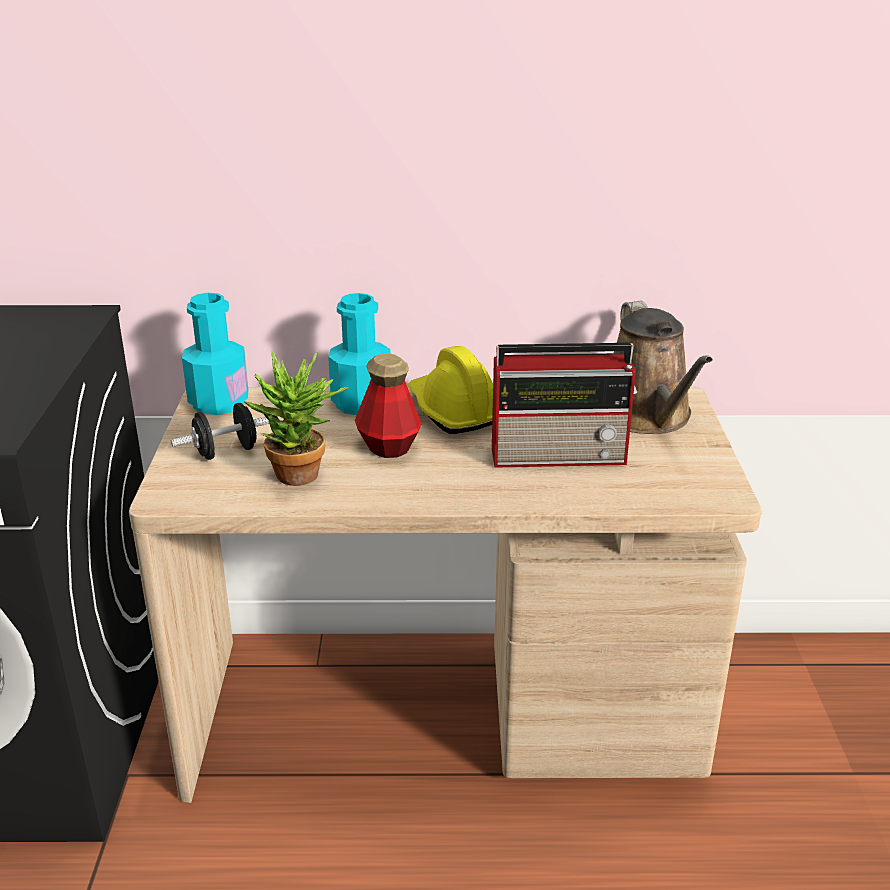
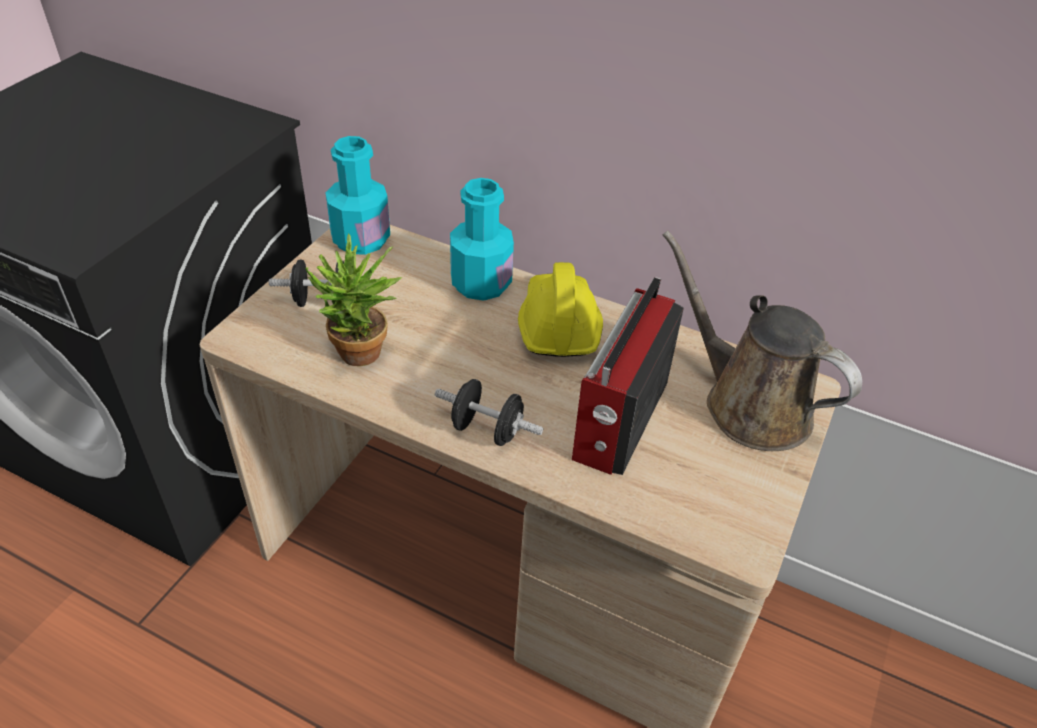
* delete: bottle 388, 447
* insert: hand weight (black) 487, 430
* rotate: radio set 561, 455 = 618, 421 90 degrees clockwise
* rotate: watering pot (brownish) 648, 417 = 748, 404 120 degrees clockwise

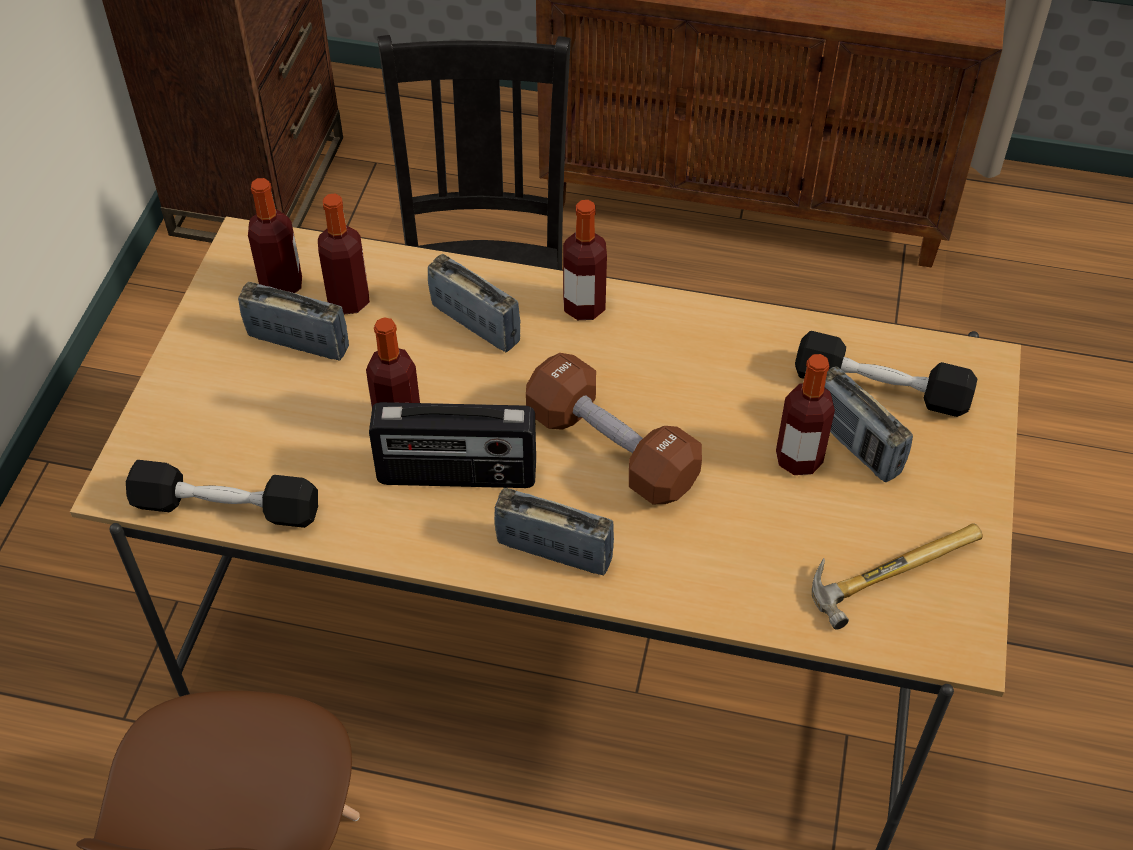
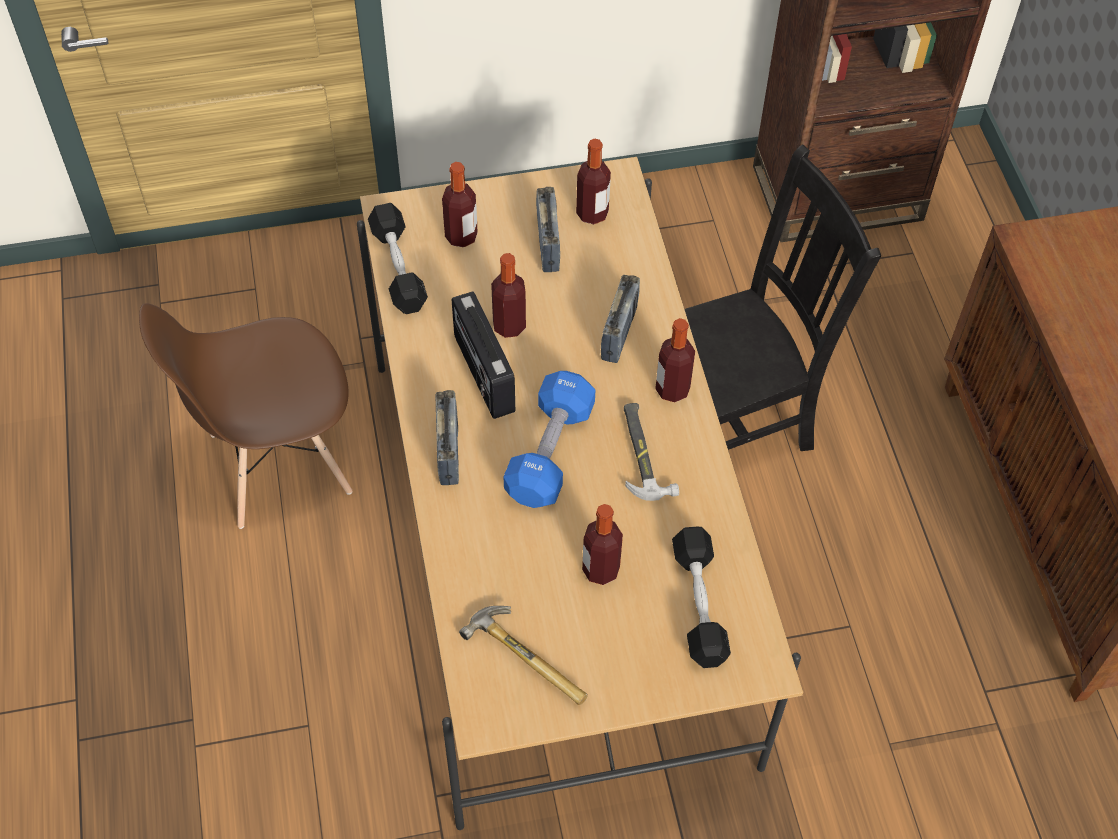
* delete: radio set 855, 445
* insert: hand hammer 643, 453
* move: bottle 349, 301 to 461, 236
* recolor: hand weight (brownish) 611, 449 to hand weight (blue) 550, 452

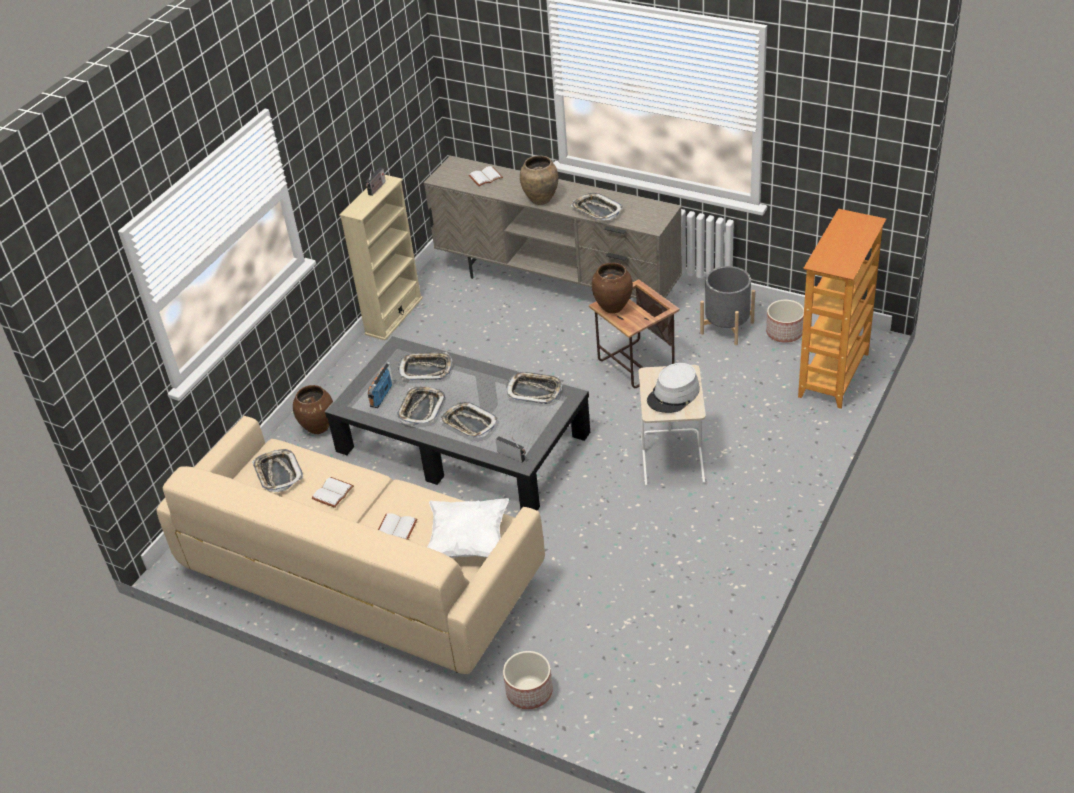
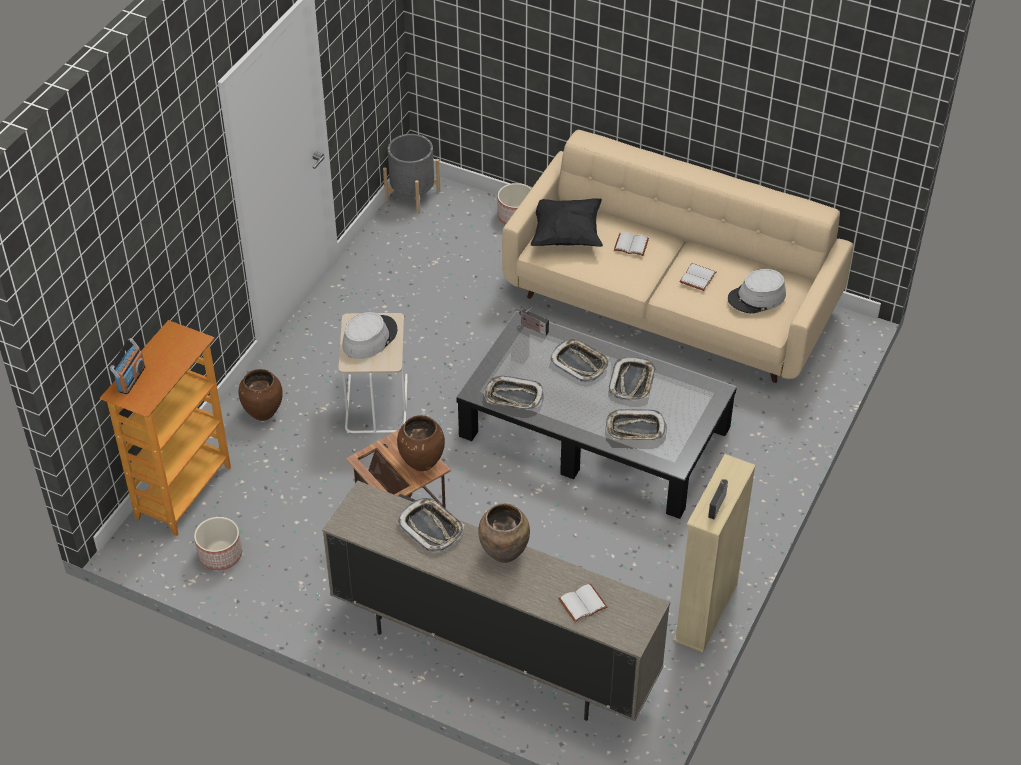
* move: flower vase (brownish) 319, 428 to 262, 413
* move: radio set 381, 396 to 131, 379
* move: flower pot (greyish) 727, 328 to 412, 195
* replace: serving tray 278, 473 to wearable hat (greyish) 757, 297
* recolor: pillow (whitish) 468, 542 to pillow (black) 566, 234

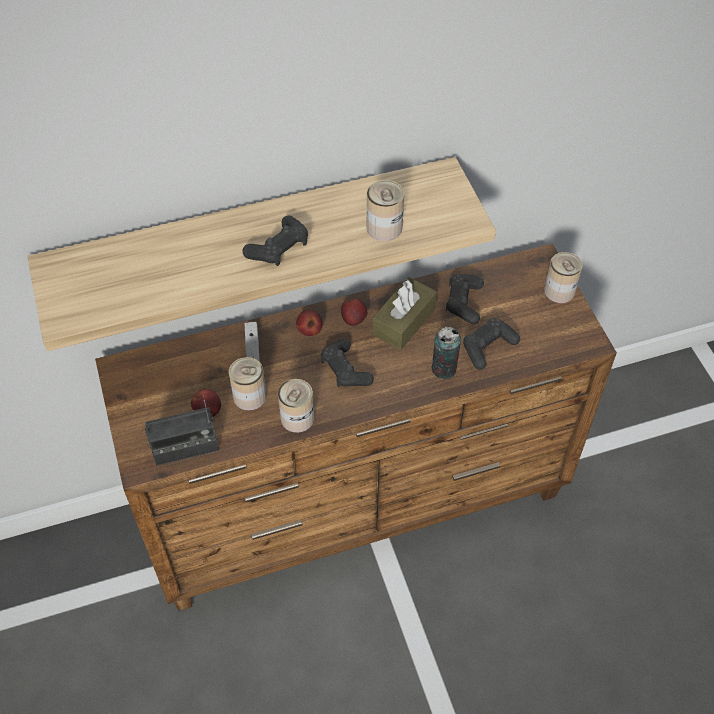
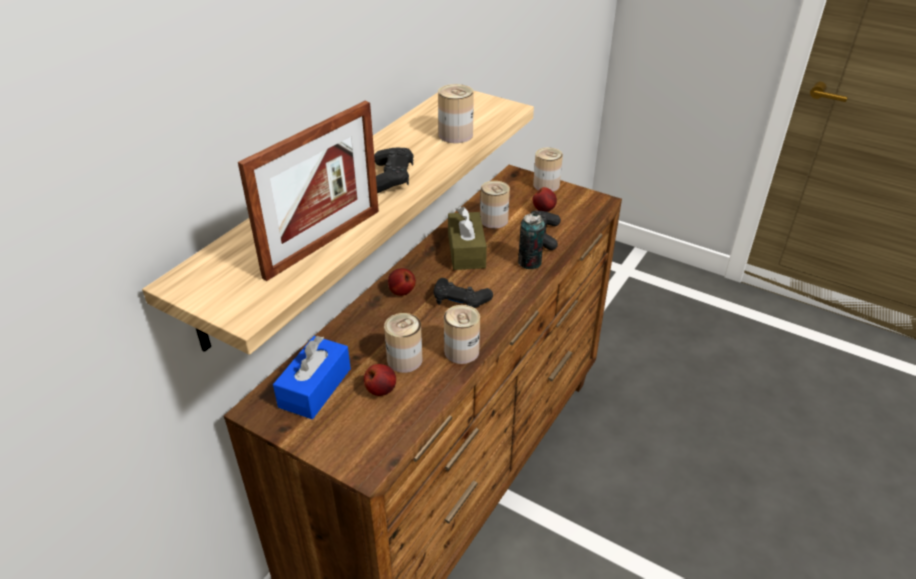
* delete: radio set 185, 448
* delete: game controller (whitish) 252, 349
* insert: picture frame 323, 243
* insert: tissue holder (blue) 315, 387
* move: apple 354, 320 to 544, 210
* replace: game controller (black) 464, 303 to metal can 494, 220

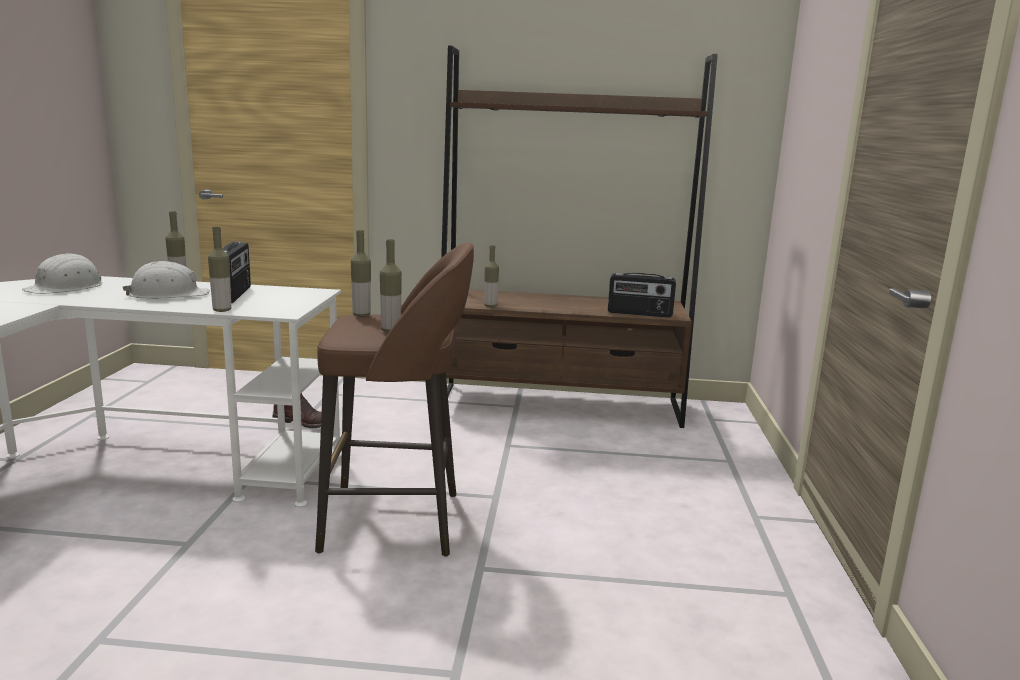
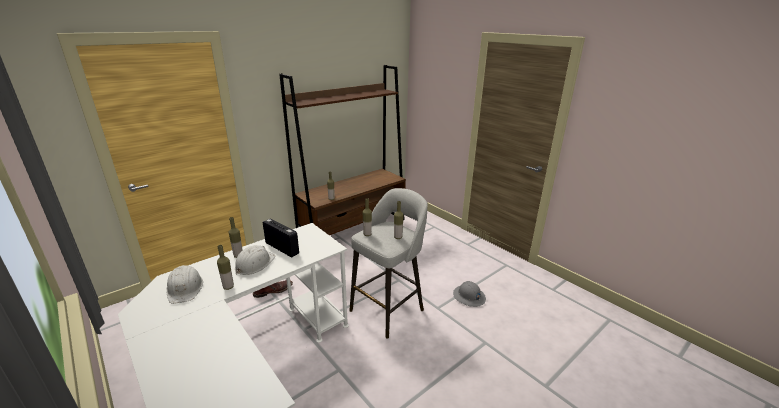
* delete: radio set 639, 313
* insert: work helmet (greyish) 469, 297
* move: bottle 222, 310 to 228, 287
* recolor: sitting stool (brownish) 396, 522 to sitting stool (greyish) 388, 309

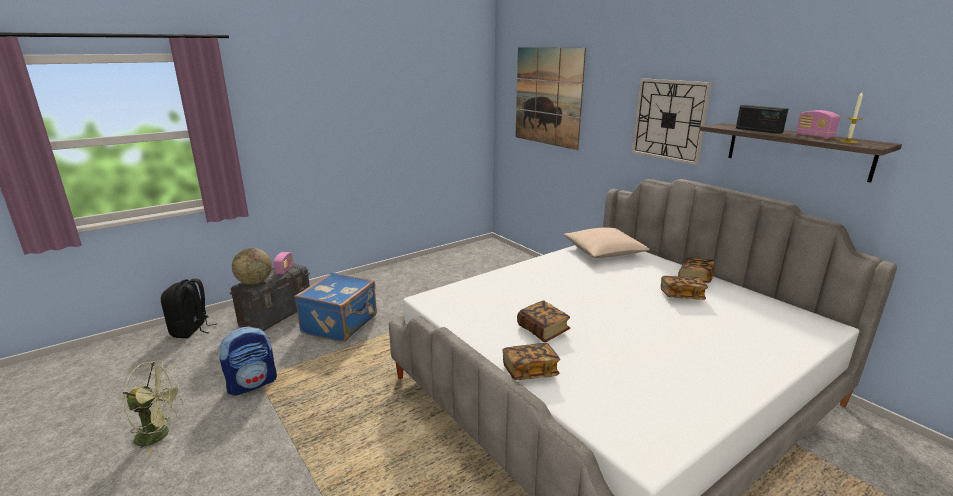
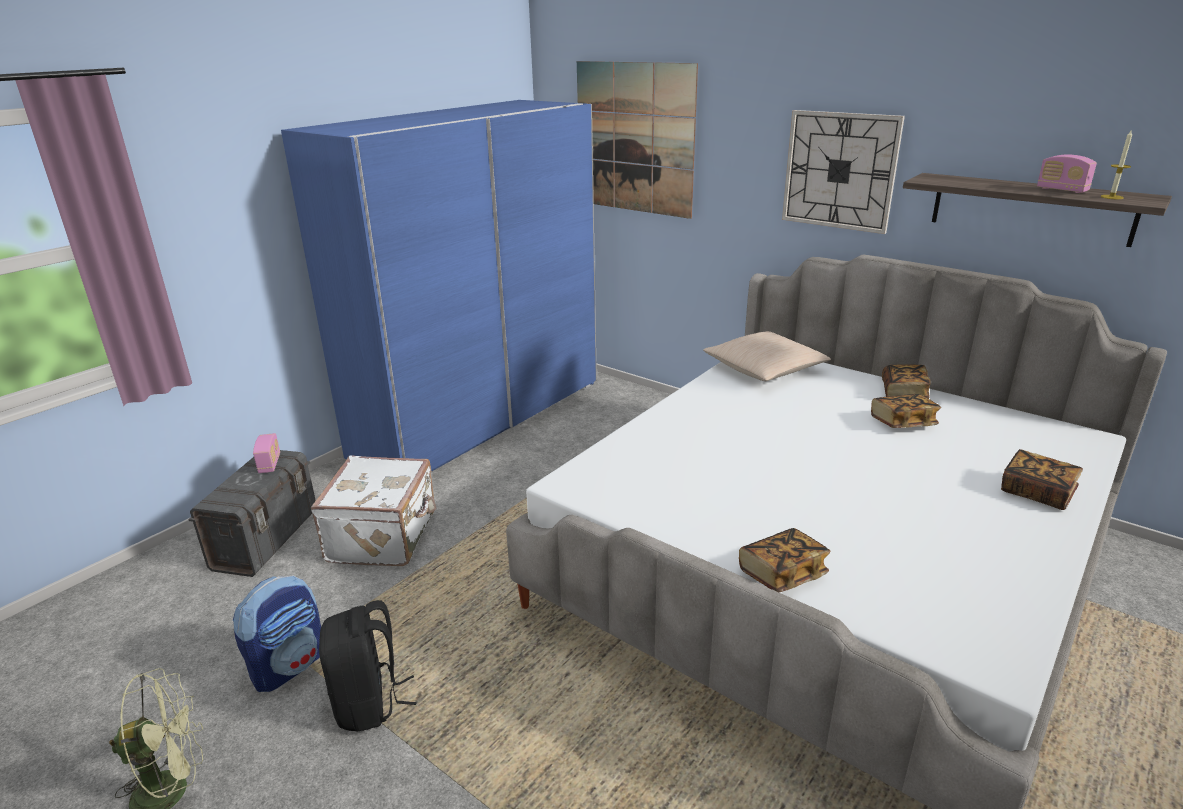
* delete: desk globe 255, 282
* delete: radio set 758, 130
* insert: wardrobe (blue) 480, 417
* move: rucksack (black) 191, 330 to 369, 703
* move: volume 543, 330 to 1037, 492
* recolor: piece of luggage (blue) 341, 324 to piece of luggage (whitish) 385, 536

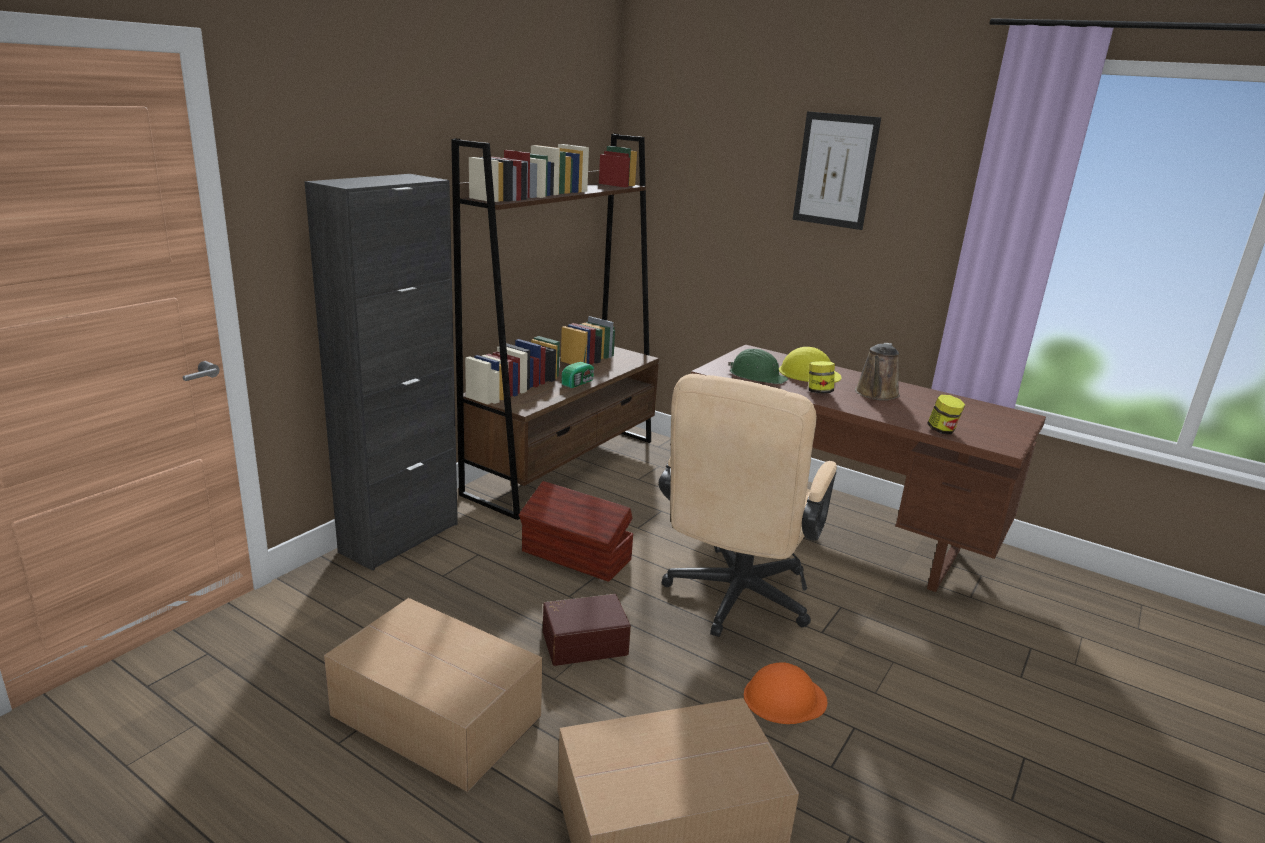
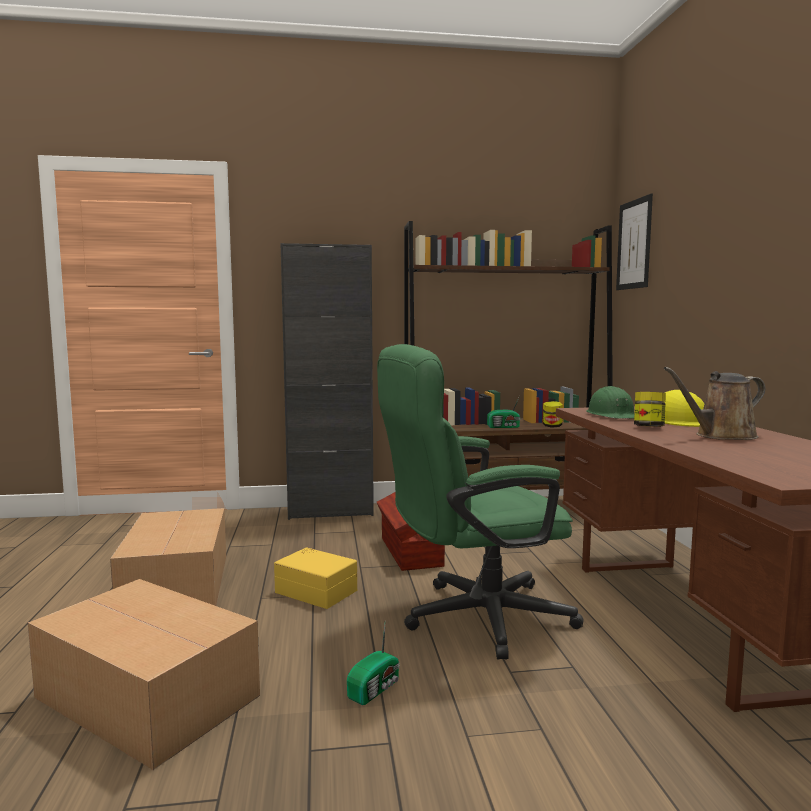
* move: picture 835, 170 to 634, 244
* move: storage jar 942, 430 to 552, 426
* replace: work helmet (orange-coloured) 784, 698 to radio set 376, 689
* recolor: storage container (brownish) 584, 641 to storage container (yellowish) 317, 590
* recolor: desk chair (sand-coloured) 734, 601 to desk chair (green-coloured) 472, 618

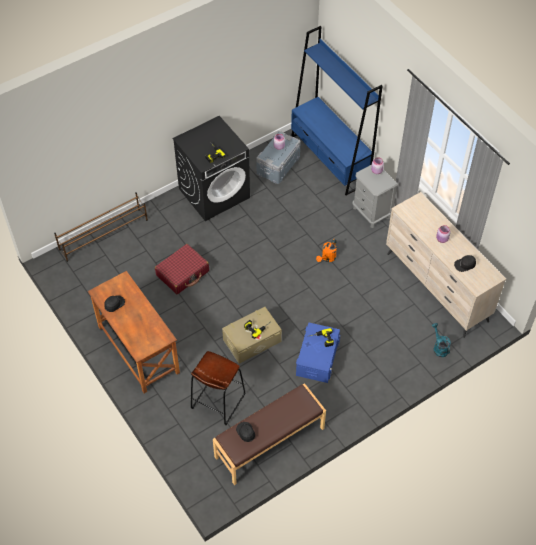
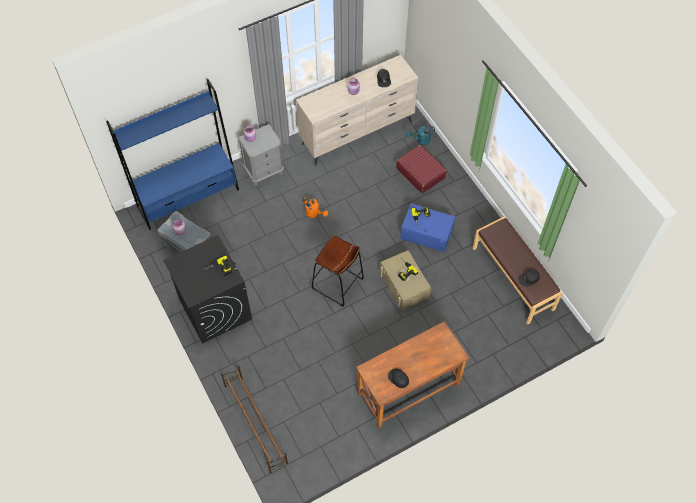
* move: piece of luggage (reddish) 183, 273 to 420, 173
* move: sitting stool (brownish) 218, 401 to 337, 284

